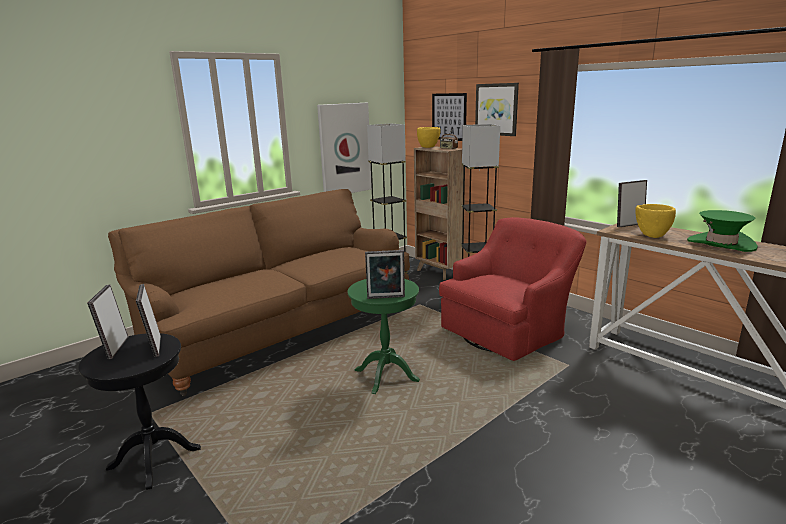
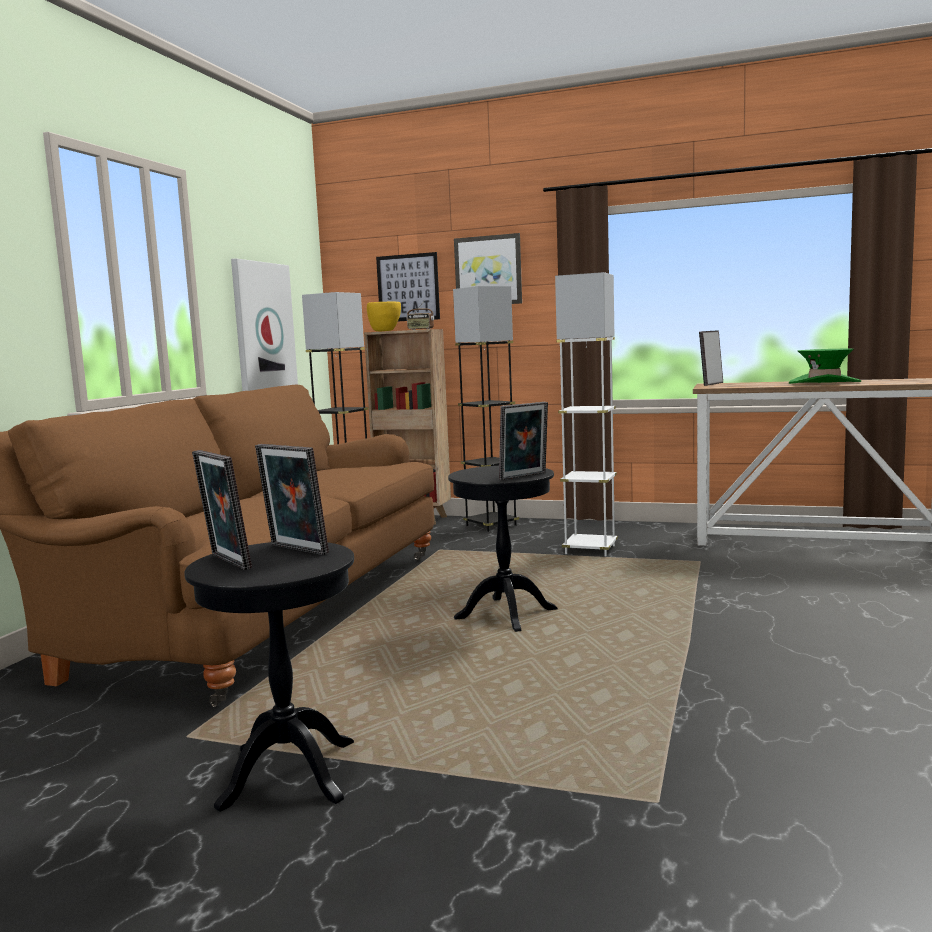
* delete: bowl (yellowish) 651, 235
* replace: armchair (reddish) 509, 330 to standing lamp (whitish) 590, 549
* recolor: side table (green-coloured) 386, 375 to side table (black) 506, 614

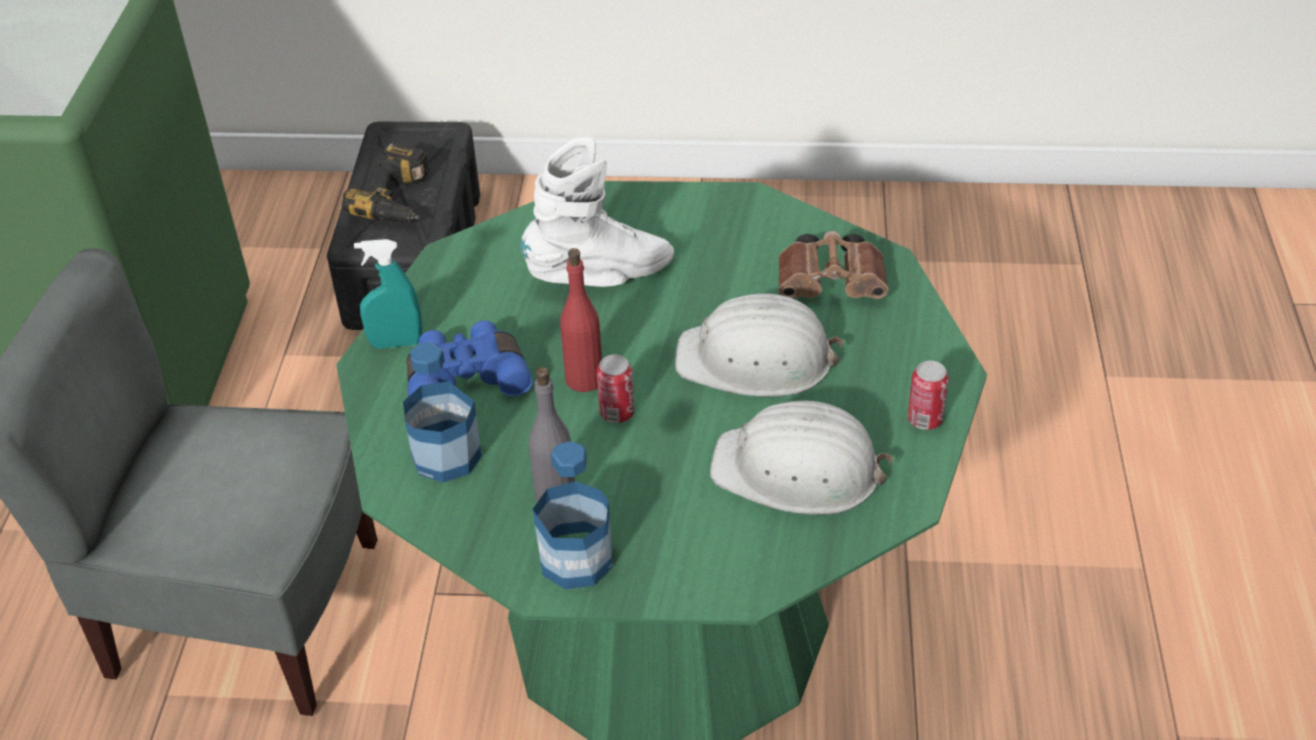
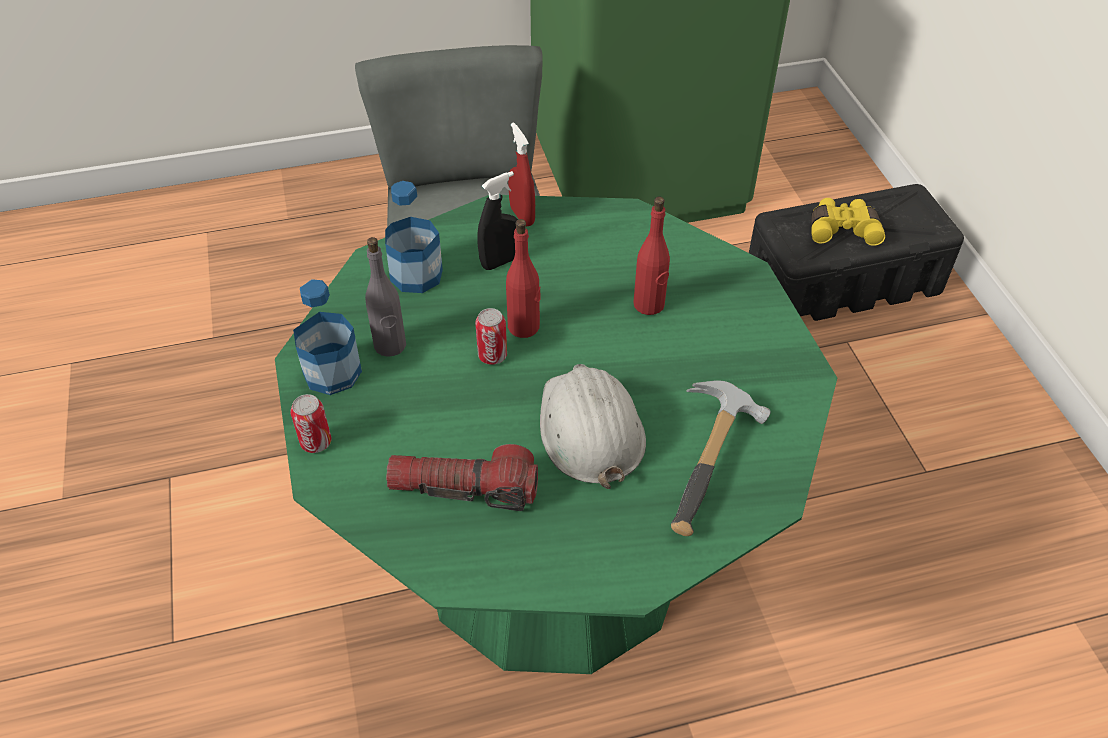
* move: metal can 925, 420 to 316, 442
* replace: power drill 400, 199 to binoculars (yellowish) 842, 229
* replace: binoculars (blue) 466, 377 to hand sprayer (black) 500, 262
* replace: high-top boot (whitish) 601, 276 to bottle (reddish) 649, 304
* replace: work helmet (whitish) 798, 471 to torch 464, 488
* replace: binoculars (brownish) 834, 285 to hand hammer 716, 465
* recolor: hand sprayer (turquoise-coloured) 396, 343 to hand sprayer (reddish) 522, 216

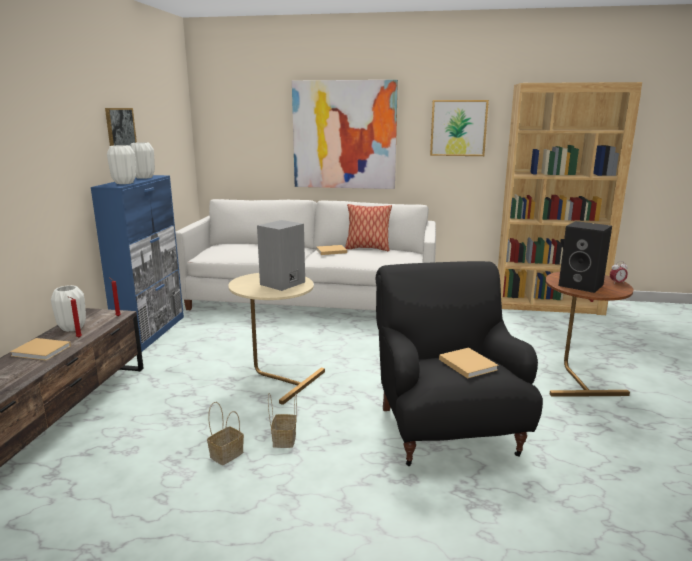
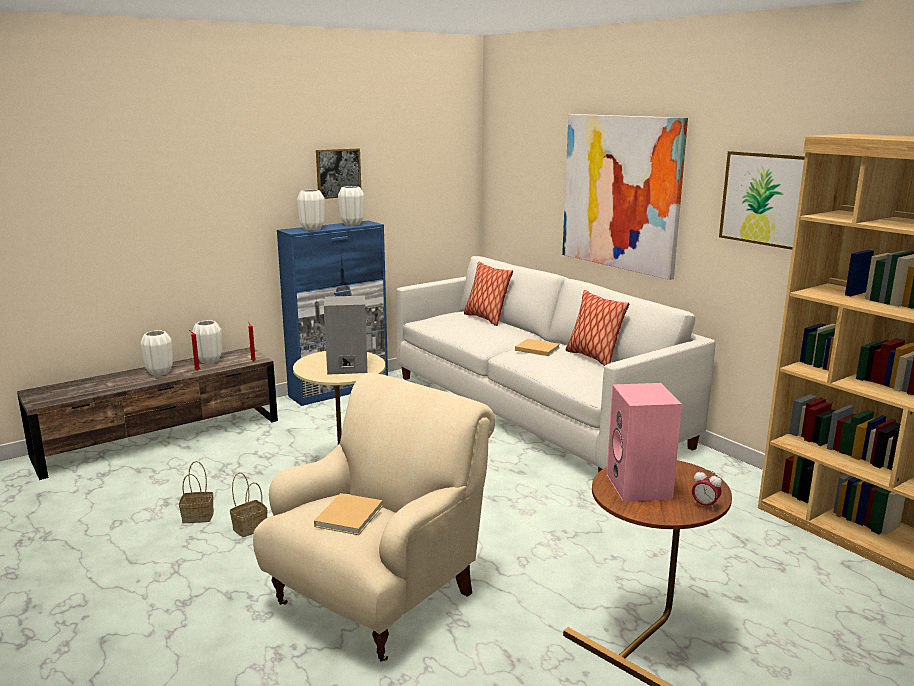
* insert: pillow 486, 319
* replace: volume (sand-coloured) 42, 351 to flower vase (whitish) 160, 373
* recolor: armchair (black) 446, 429 to armchair (sand-coloured) 379, 597
* recolor: loudspeaker (black) 582, 285 to loudspeaker (pinkish) 640, 487

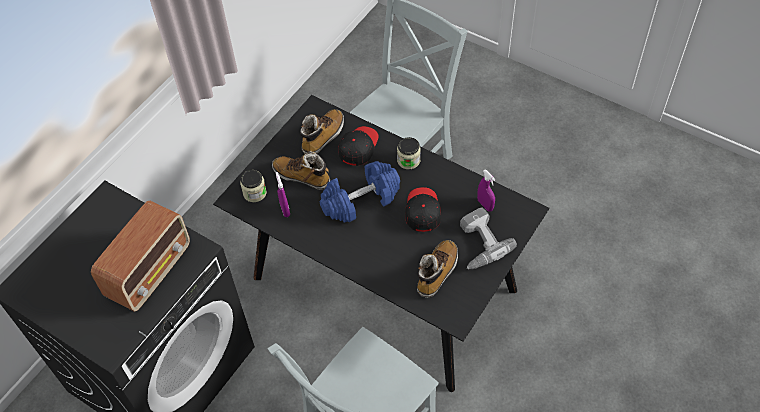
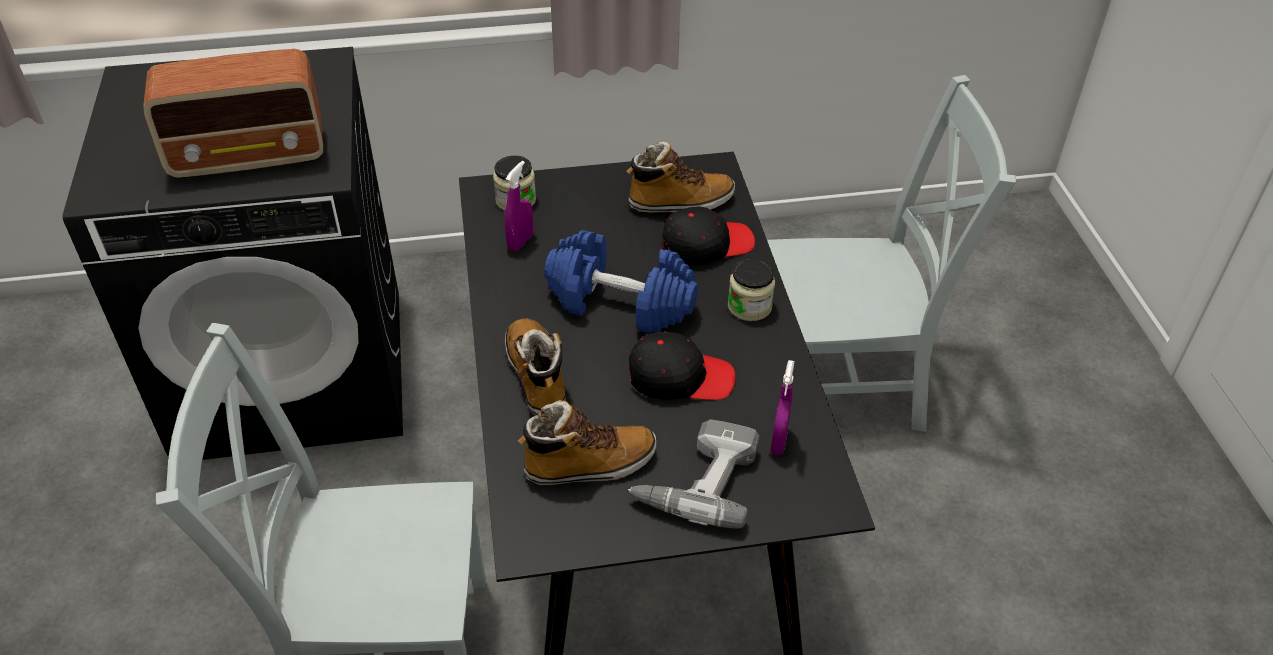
* move: high-top boot 302, 176 to 537, 376
* rotate: baseball cap (black) 422, 211 = 680, 377 45 degrees clockwise

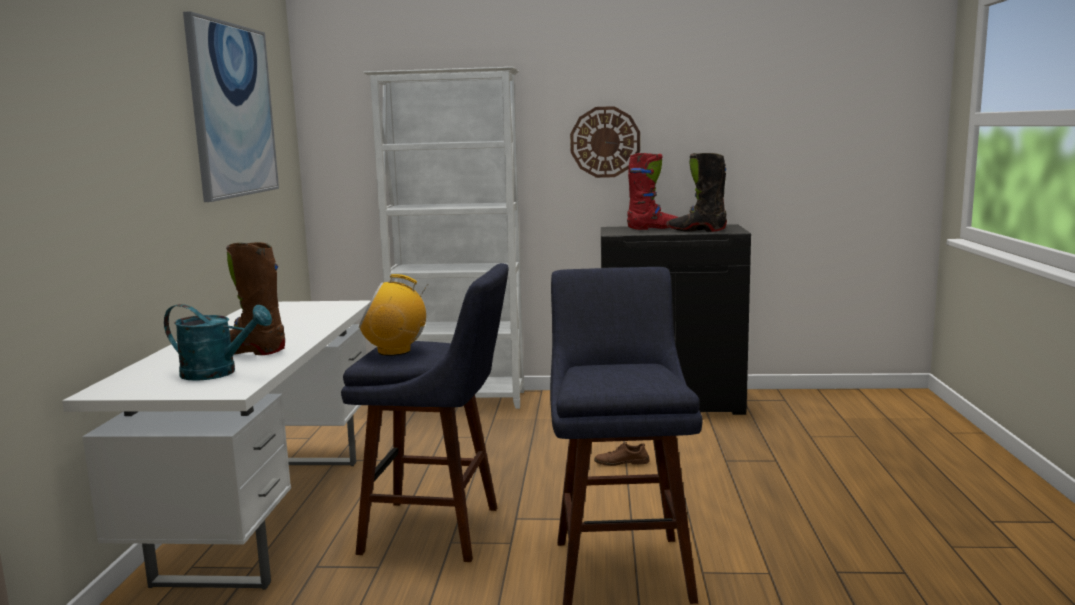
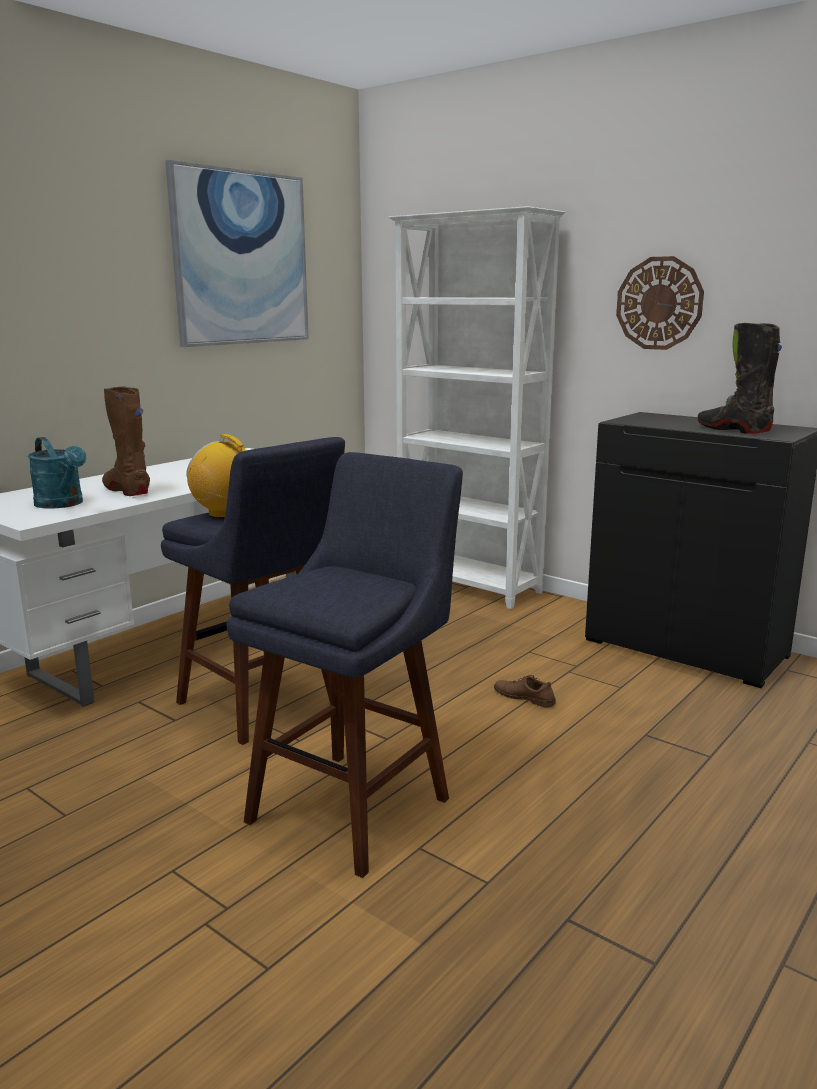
* delete: high-top boot (reddish) 653, 228

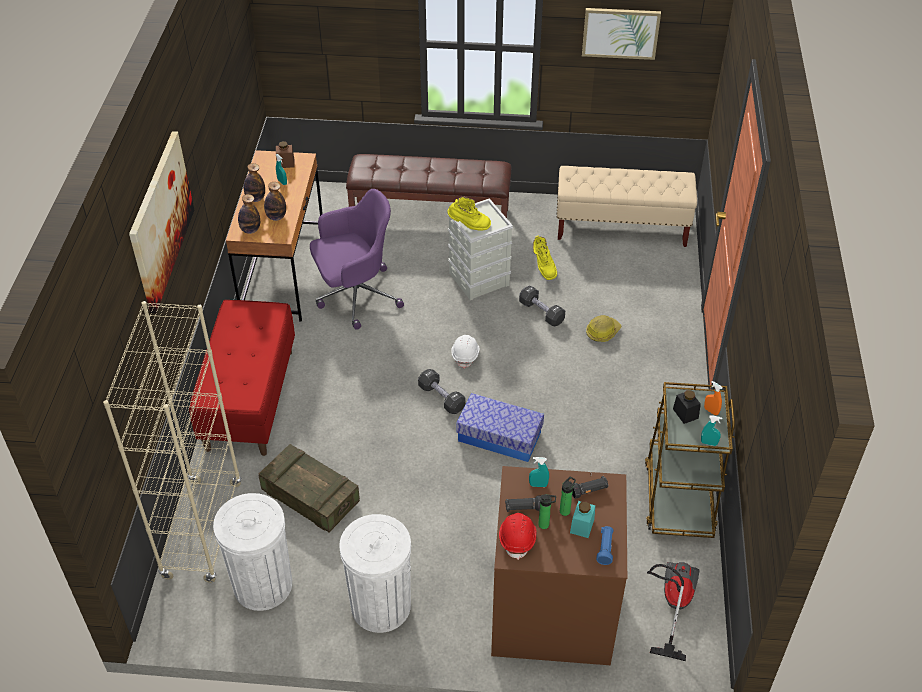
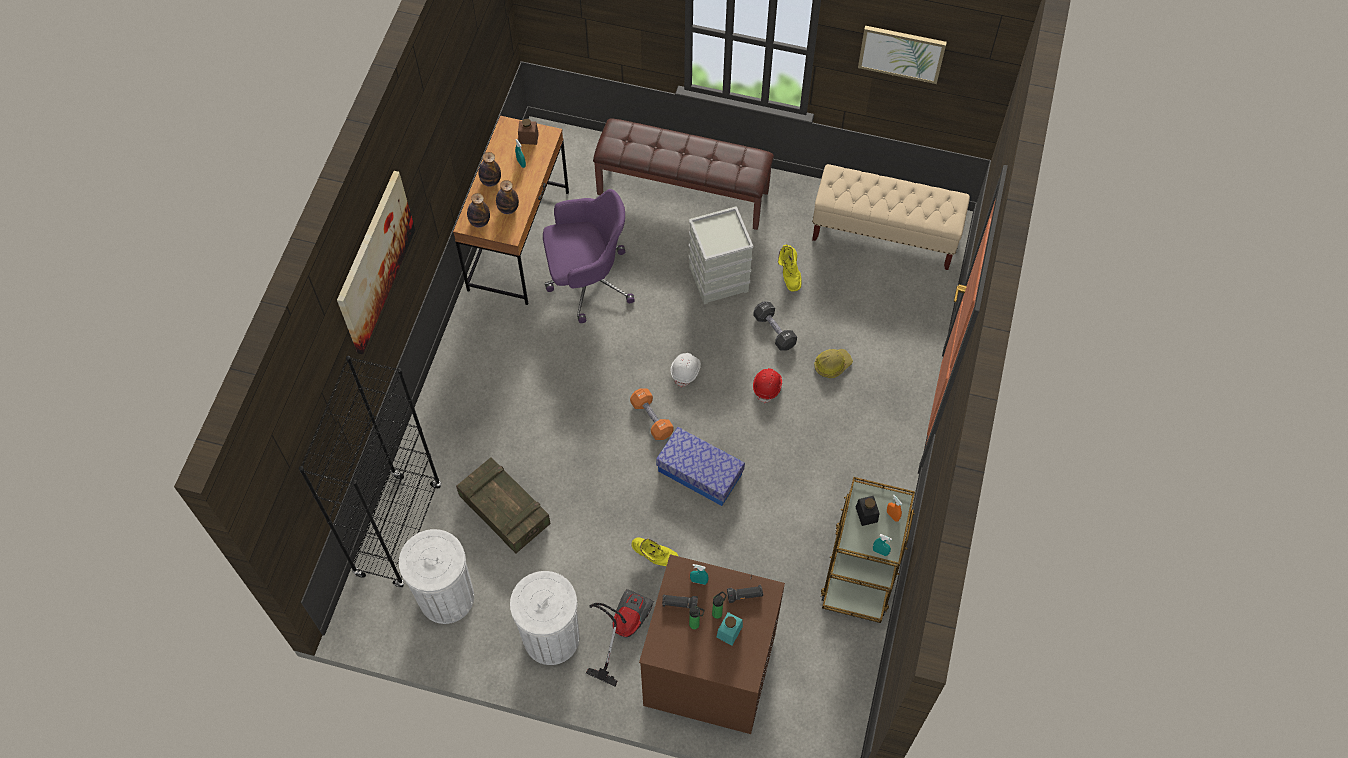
* delete: bench (reddish) 249, 399
* delete: torch (blue) 605, 549
* move: high-top boot (yellowish) 469, 226 to 654, 557
* move: work helmet (reddish) 517, 538 to 767, 386
* move: vacuum 672, 604 to 621, 629
* recolor: bookcase (sand-coloured) 203, 530 to bookcase (black) 399, 530
* recolor: hand weight (black) 441, 398 to hand weight (orange-coloured) 651, 418

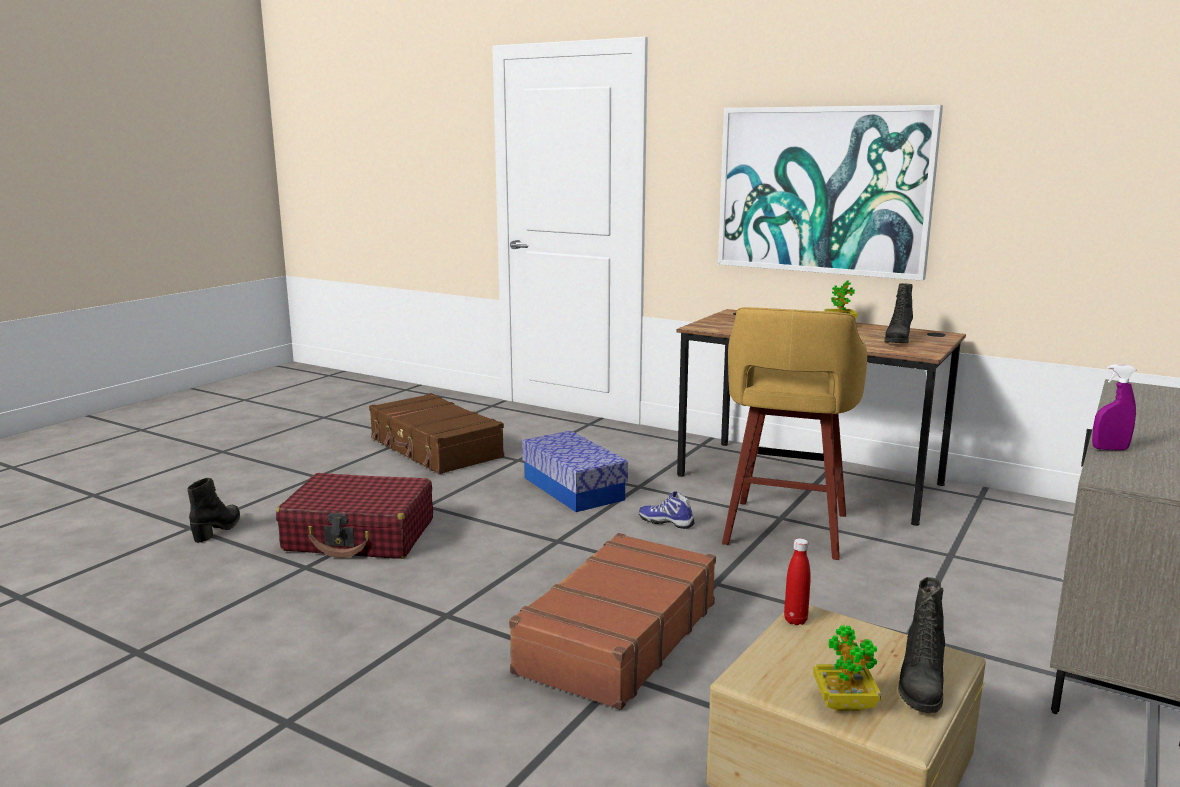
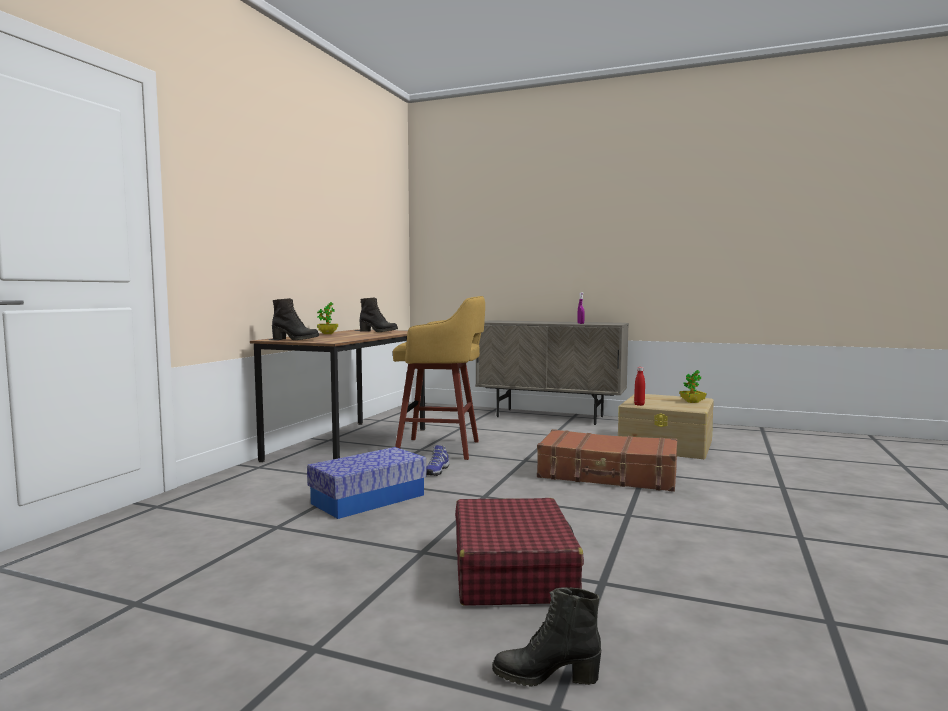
* delete: piece of luggage (brownish) 435, 448
* delete: picture 823, 190
* move: high-top boot (black) 919, 686 to 295, 339

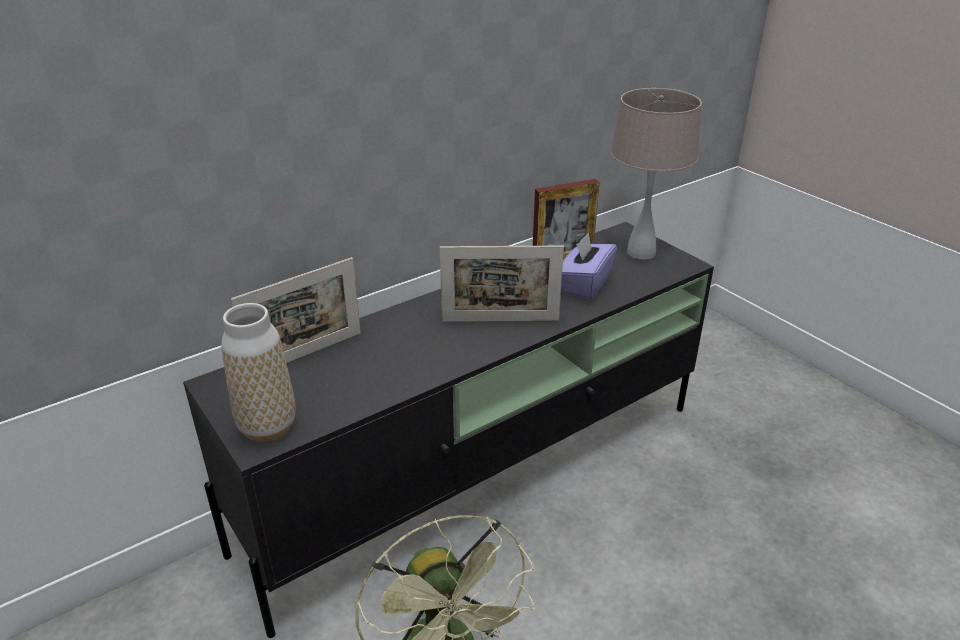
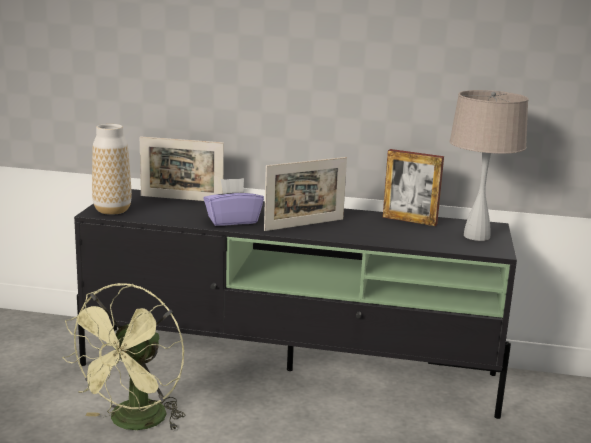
* move: tissue holder (purple-coloured) 584, 284 to 232, 221
* rotate: picture frame 500, 320 = 304, 225 75 degrees counterclockwise

